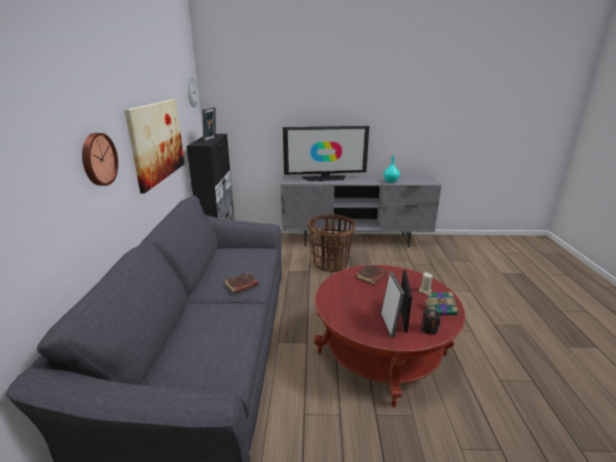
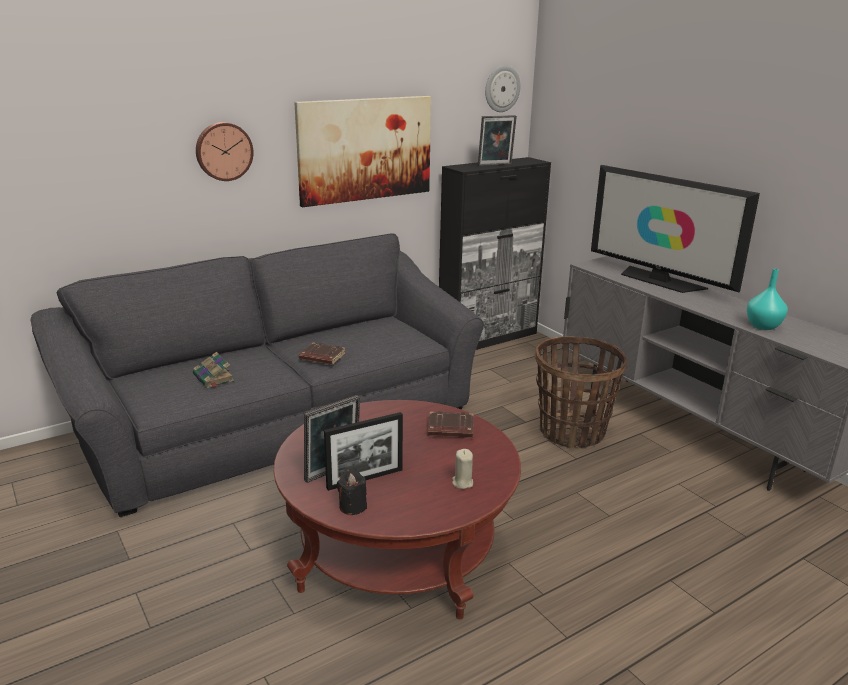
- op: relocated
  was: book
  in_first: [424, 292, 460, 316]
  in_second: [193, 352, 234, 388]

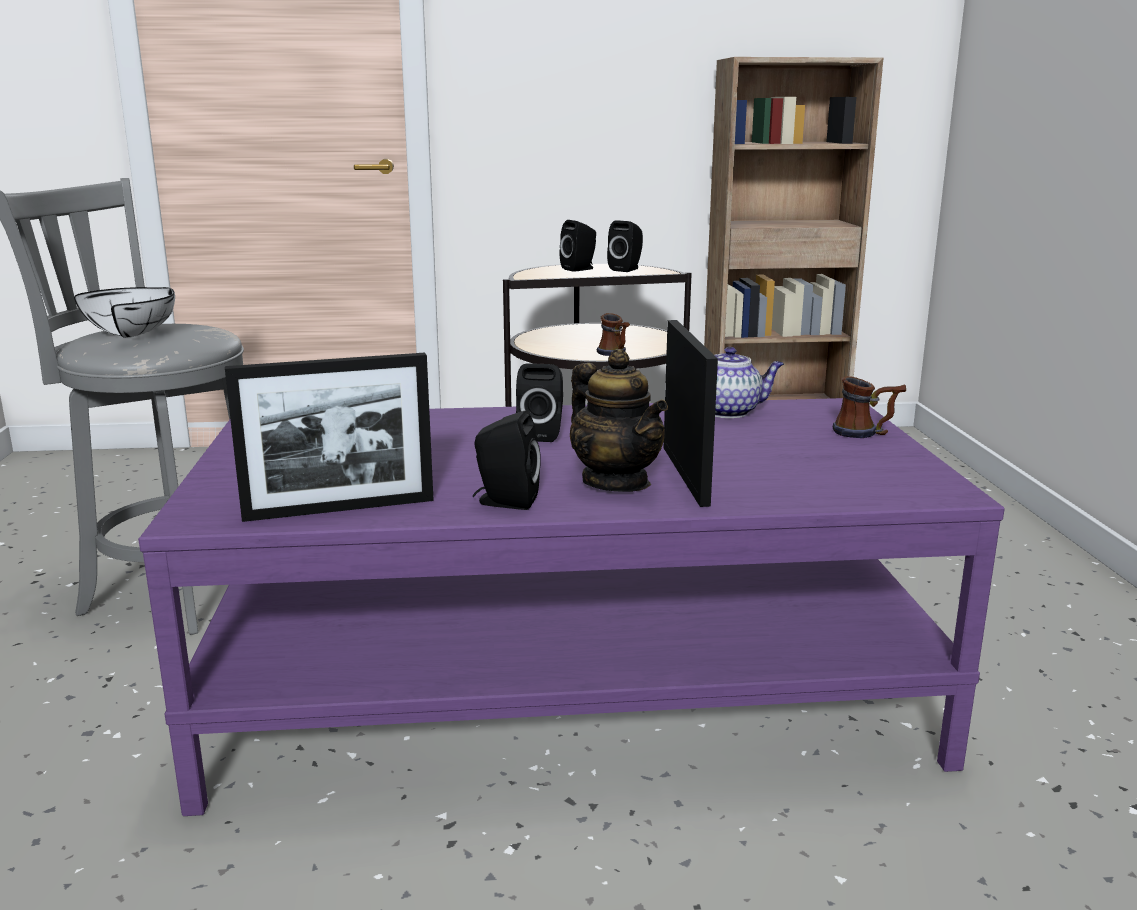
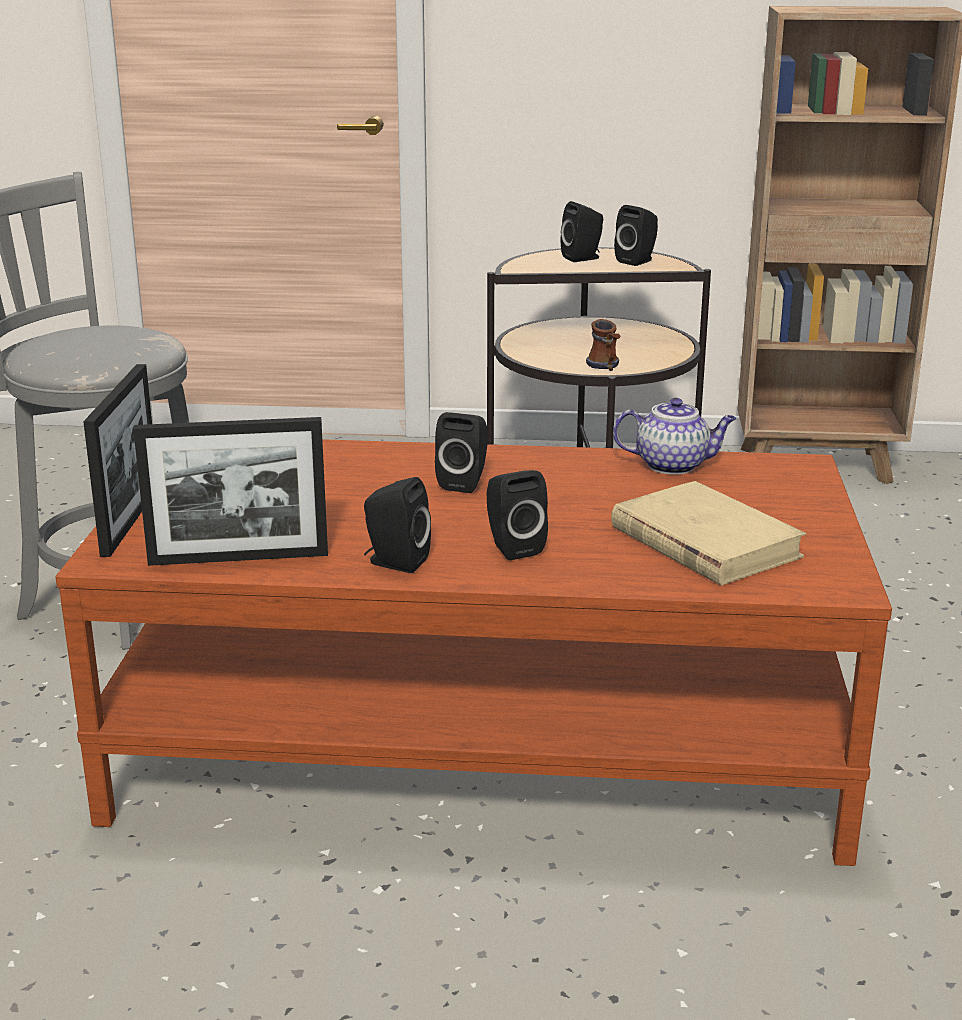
- op: missing
  was: white bowl
  in_first: [74, 287, 175, 338]
- op: missing
  was: mug
  in_first: [833, 376, 906, 438]
- op: appeared
  now: beige book
  in_second: [611, 481, 806, 586]
- op: relocated
  was: picture frame
  in_first: [664, 320, 718, 507]
  in_second: [83, 364, 152, 557]
- op: exchanged
  was: teapot
  now: black speaker
  in_first: [570, 349, 668, 492]
  in_second: [487, 470, 548, 560]
- op: colour
  was: purple coffee table
  now: brown coffee table
  in_first: [138, 398, 1005, 816]
  in_second: [55, 439, 892, 866]

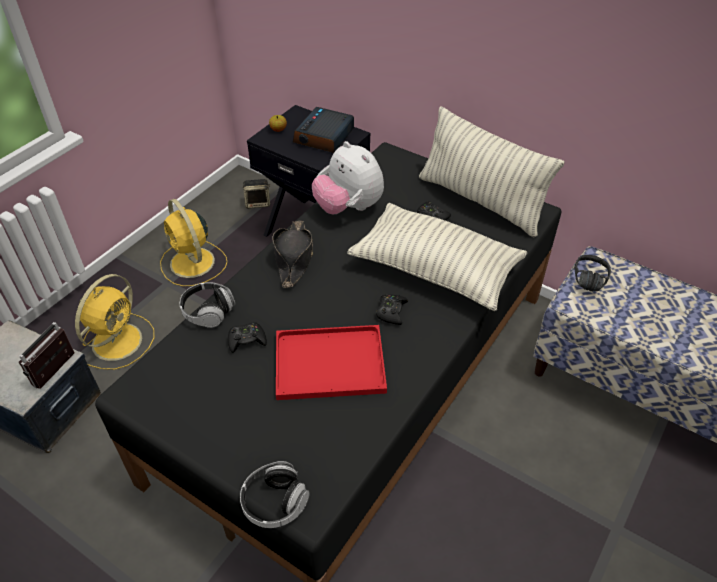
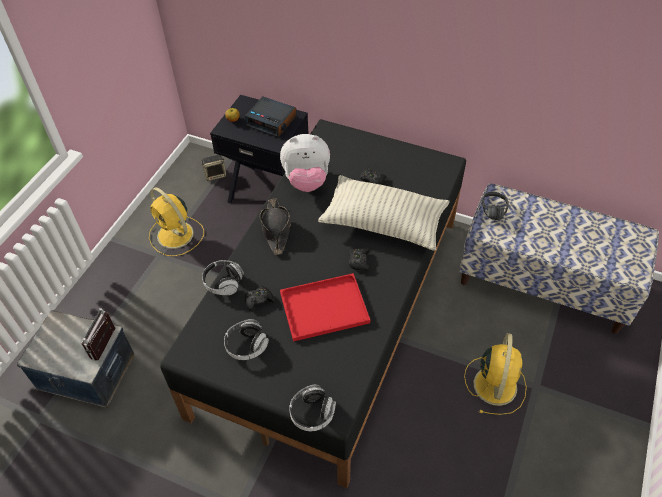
- op: missing
  was: pillow
  in_first: [419, 106, 565, 237]
- op: appeared
  now: headphones
  in_second: [224, 319, 269, 360]
- op: relocated
  was: yellow fan
  in_first: [75, 274, 154, 370]
  in_second: [464, 333, 527, 415]
- op: spun
  was: alarm clock
  in_first: [293, 107, 354, 153]
  in_second: [245, 97, 297, 138]
  clockwise: -75
- op: spun
  was: plush toy
  in_first: [312, 141, 384, 214]
  in_second: [280, 134, 330, 192]
  clockwise: -45

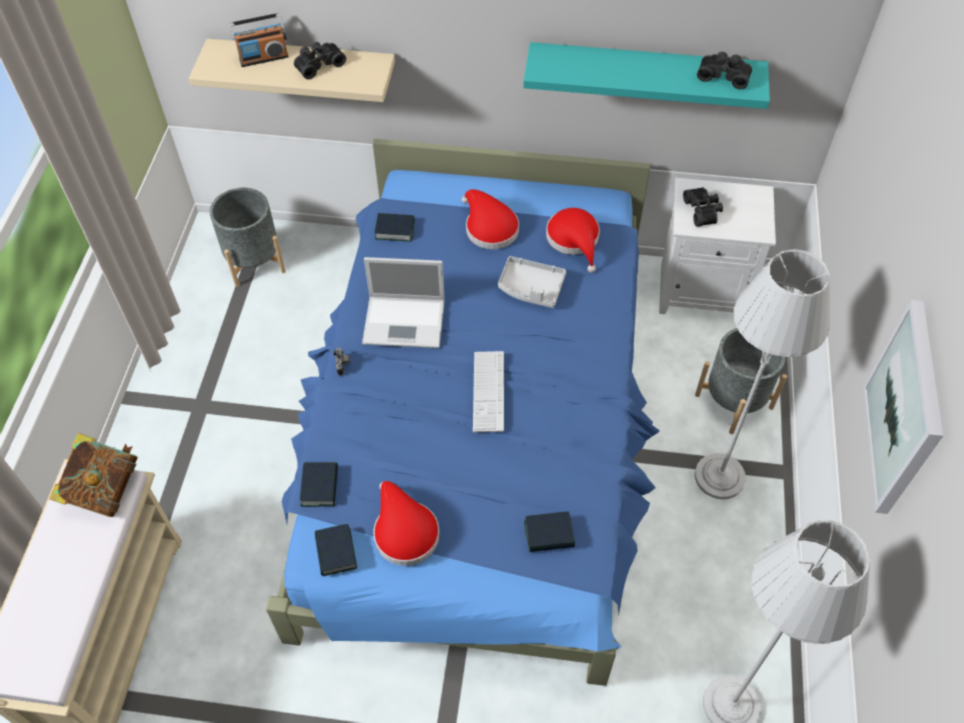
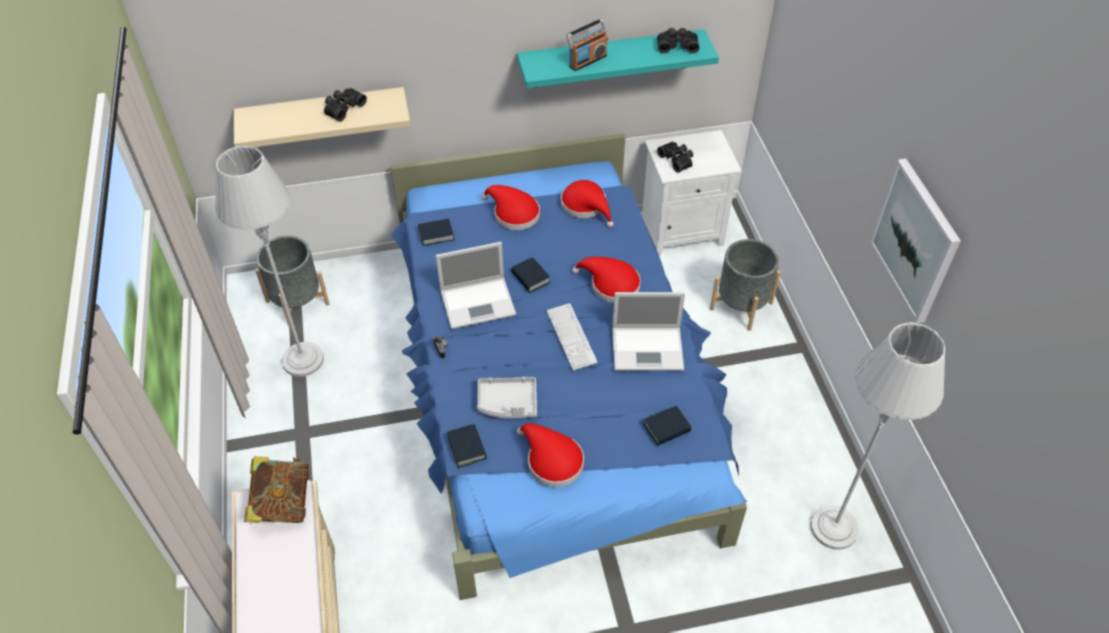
- op: appeared
  now: red hat
  in_second: [572, 257, 641, 303]
- op: appeared
  now: laptop
  in_second: [612, 292, 685, 371]
- op: relocated
  was: radio
  in_first: [229, 13, 288, 67]
  in_second: [566, 19, 608, 71]
- op: relocated
  was: book
  in_first: [315, 524, 357, 576]
  in_second: [511, 257, 550, 293]
- op: relocated
  was: grey tray
  in_first: [498, 256, 566, 308]
  in_second: [477, 377, 537, 418]
- op: relocated
  was: grey floor lamp
  in_first: [695, 249, 830, 499]
  in_second: [215, 146, 324, 377]

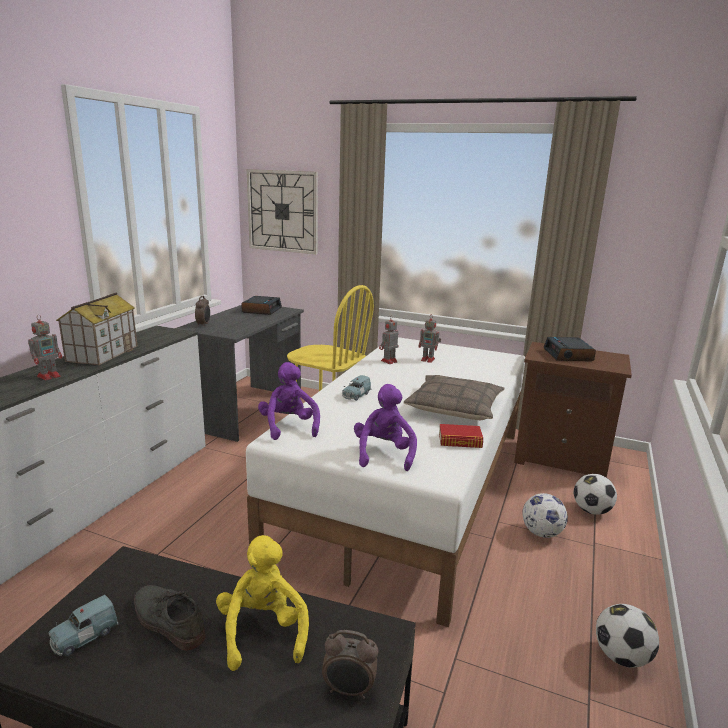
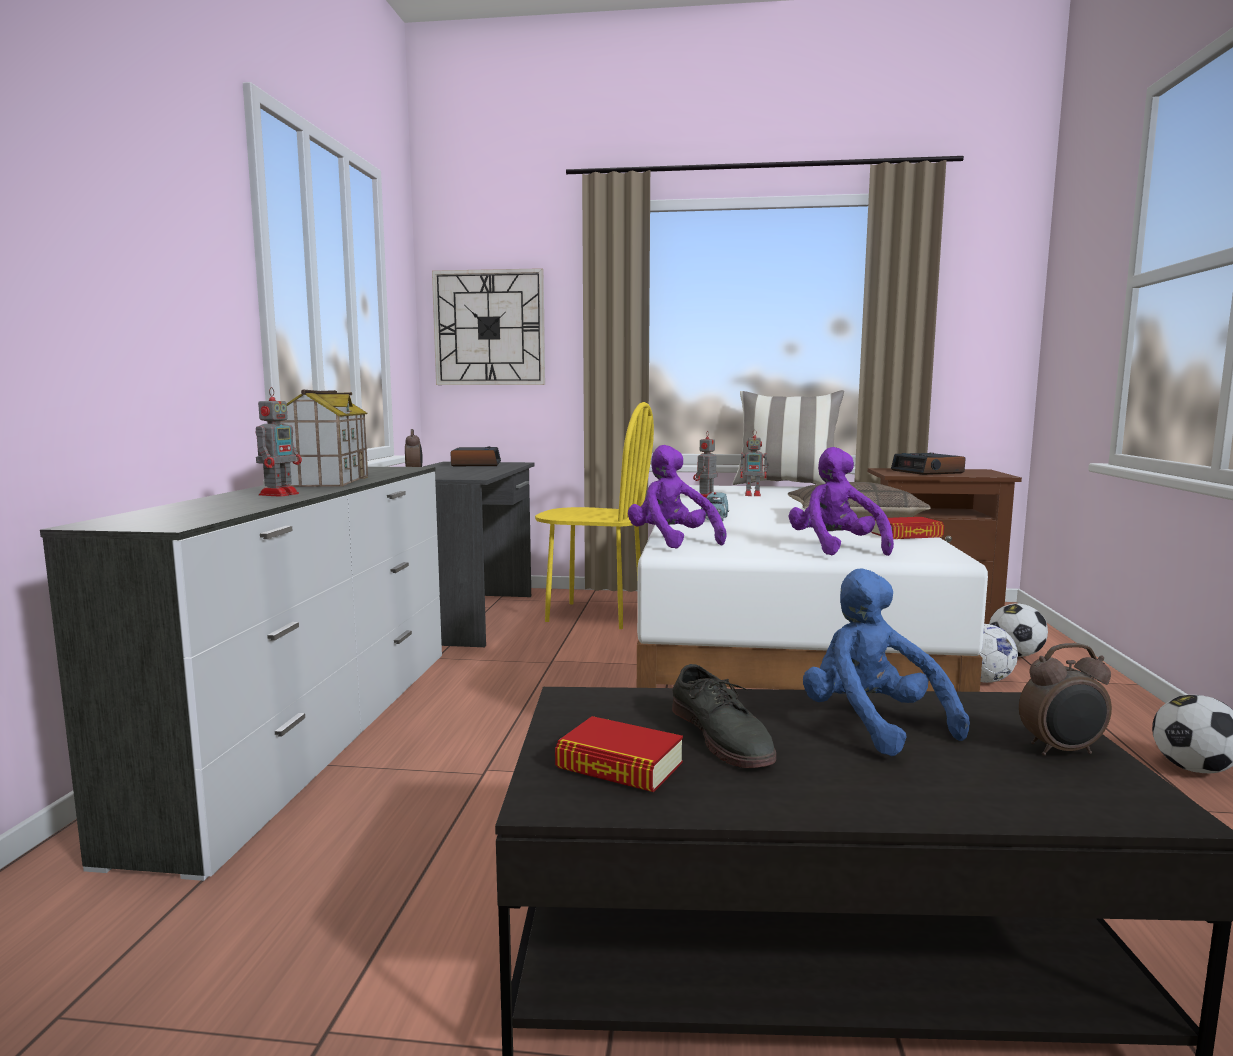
- op: appeared
  now: pillow
  in_second: [733, 390, 844, 485]
- op: exchanged
  was: blue toy car
  now: book
  in_first: [48, 595, 118, 656]
  in_second: [555, 716, 683, 792]
- op: colour
  was: yellow plush toy
  now: blue plush toy
  in_first: [216, 535, 309, 671]
  in_second: [803, 568, 970, 757]
- op: spun
  was: grey shoe
  in_first: [134, 585, 206, 650]
  in_second: [672, 664, 776, 768]
  clockwise: -135

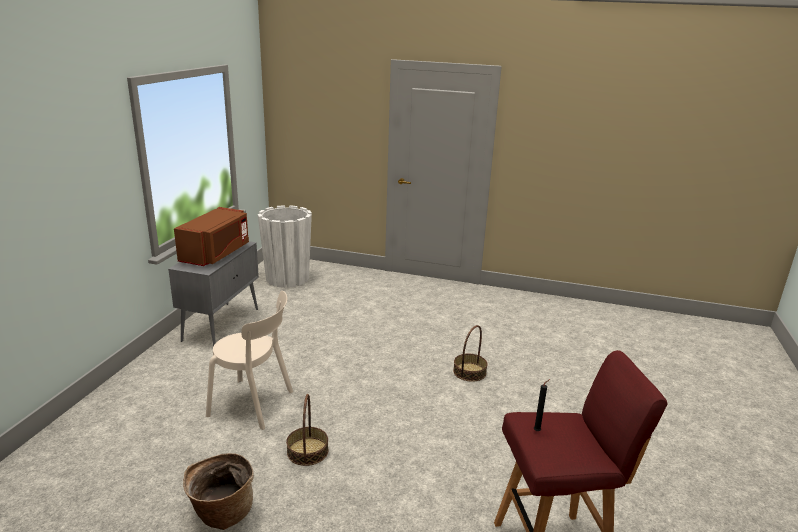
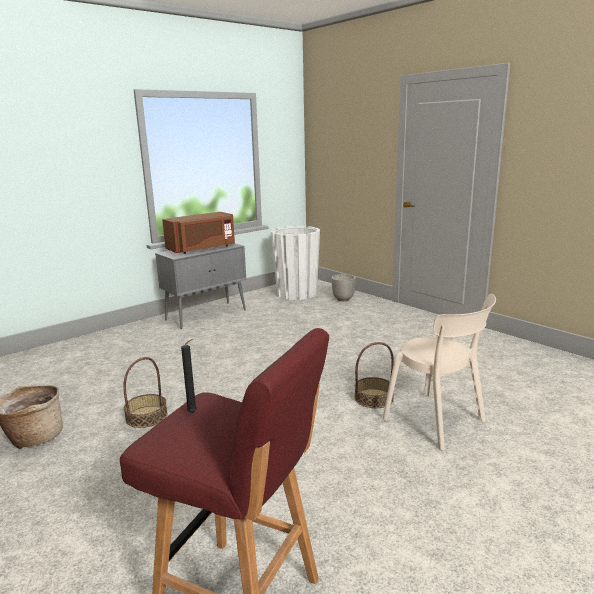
- op: appeared
  now: planter
  in_second: [331, 274, 356, 301]
- op: relocated
  was: beige chair
  in_first: [206, 291, 293, 430]
  in_second: [382, 294, 496, 451]

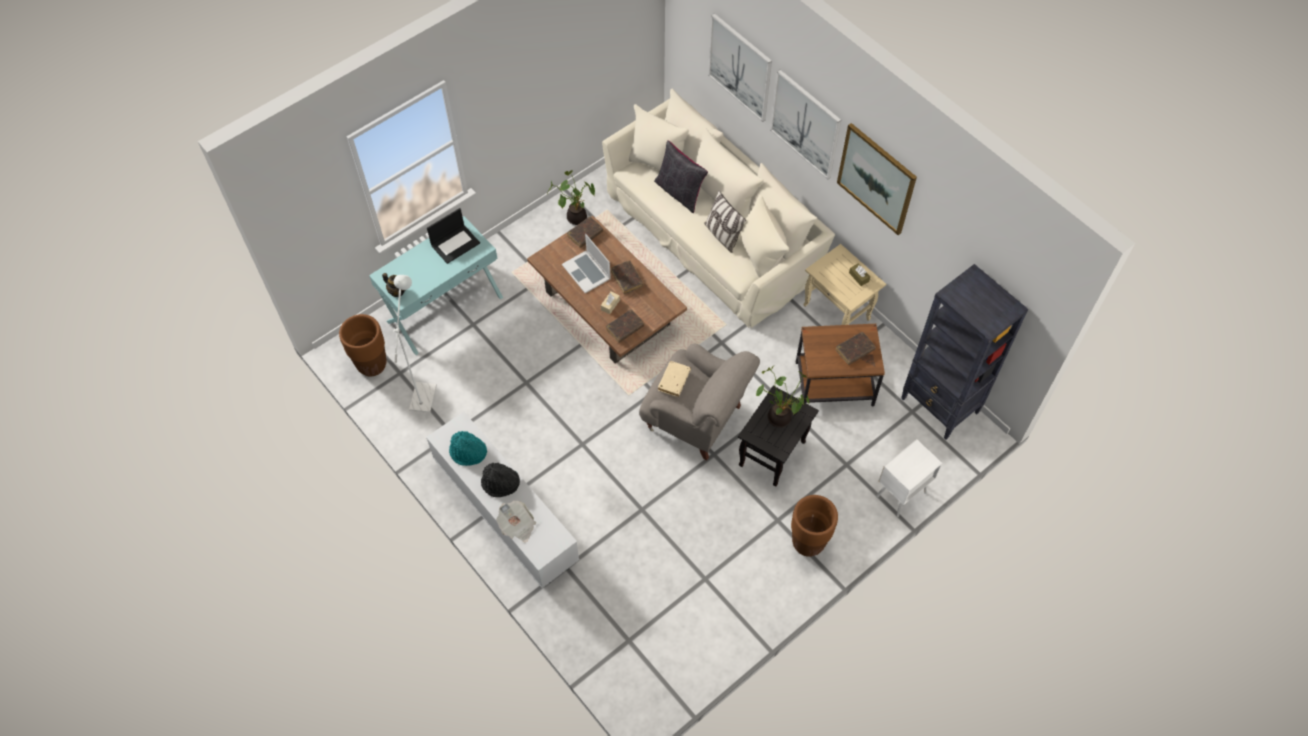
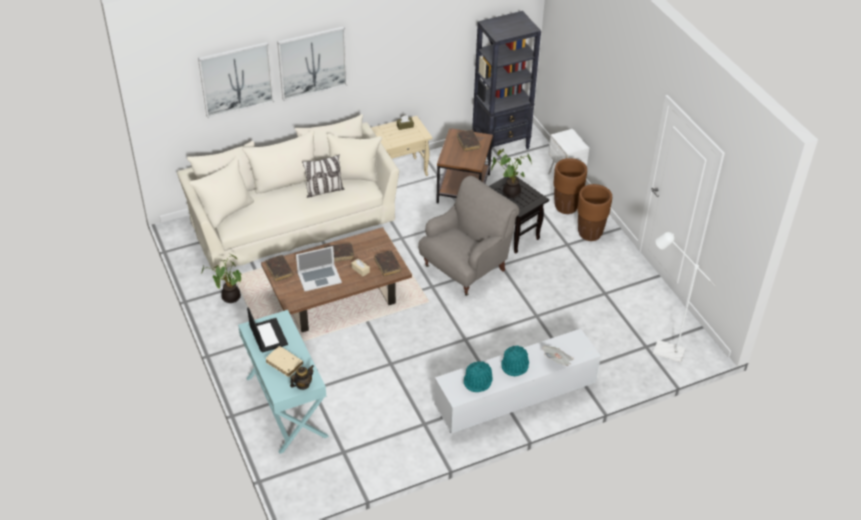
- op: missing
  was: black pillow
  in_first: [654, 140, 708, 213]
- op: missing
  was: picture
  in_first: [837, 123, 917, 235]
- op: relocated
  was: brown planter
  in_first: [339, 314, 387, 376]
  in_second: [554, 158, 587, 214]
- op: relocated
  was: white floor lamp
  in_first: [393, 275, 437, 413]
  in_second: [653, 232, 716, 362]
- op: relocated
  was: beige book
  in_first: [658, 361, 691, 397]
  in_second: [266, 346, 303, 377]
- op: colour
  was: black hat
  now: turquoise hat
  in_first: [481, 463, 520, 497]
  in_second: [501, 346, 529, 376]

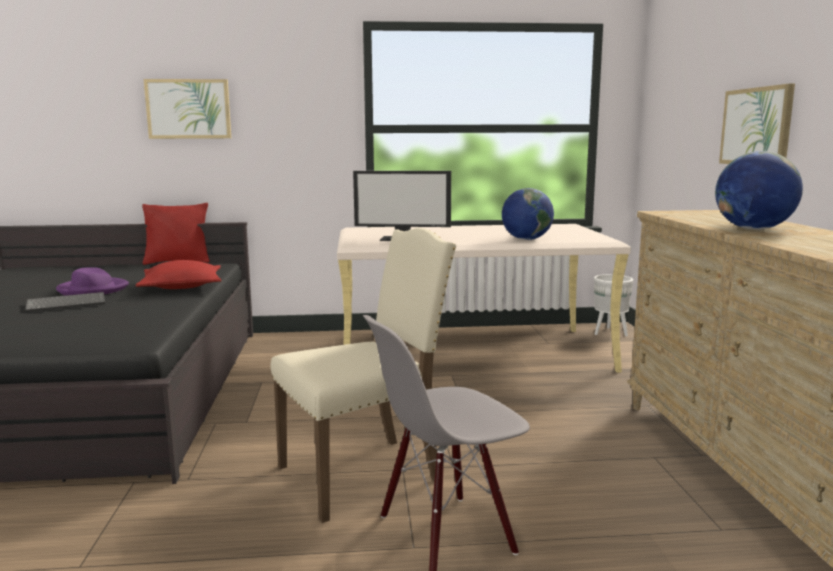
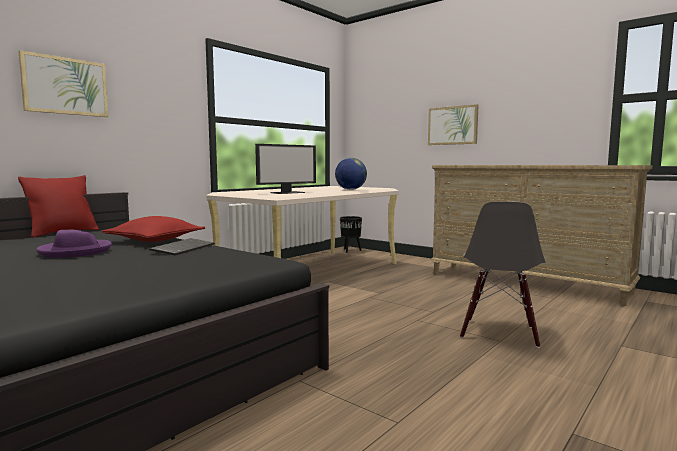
- op: missing
  was: beige chair
  in_first: [271, 228, 456, 523]
- op: missing
  was: globe
  in_first: [715, 151, 803, 230]
- op: relocated
  was: keyboard
  in_first: [25, 292, 105, 312]
  in_second: [149, 238, 215, 256]
- op: colour
  was: white planter
  now: black planter
  in_first: [594, 274, 633, 336]
  in_second: [340, 216, 362, 253]

